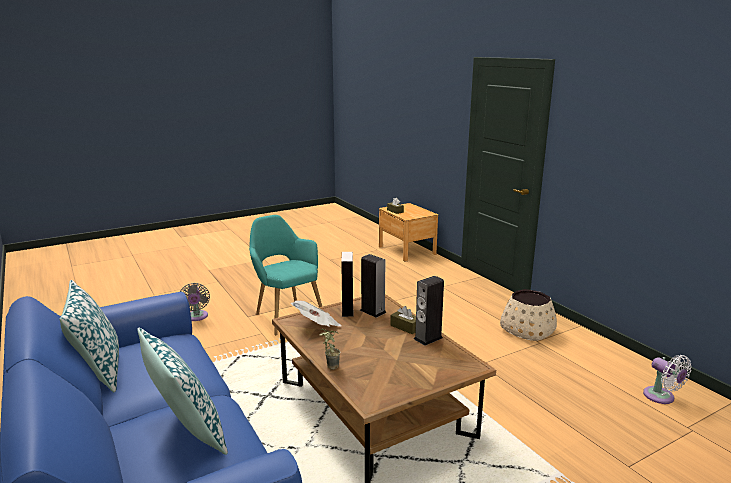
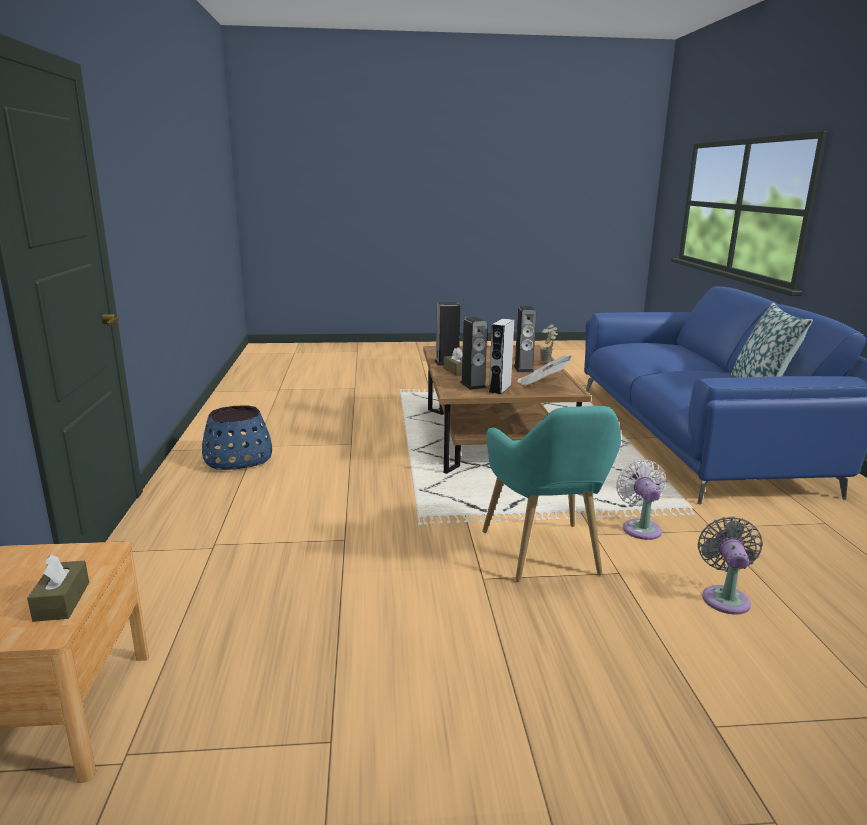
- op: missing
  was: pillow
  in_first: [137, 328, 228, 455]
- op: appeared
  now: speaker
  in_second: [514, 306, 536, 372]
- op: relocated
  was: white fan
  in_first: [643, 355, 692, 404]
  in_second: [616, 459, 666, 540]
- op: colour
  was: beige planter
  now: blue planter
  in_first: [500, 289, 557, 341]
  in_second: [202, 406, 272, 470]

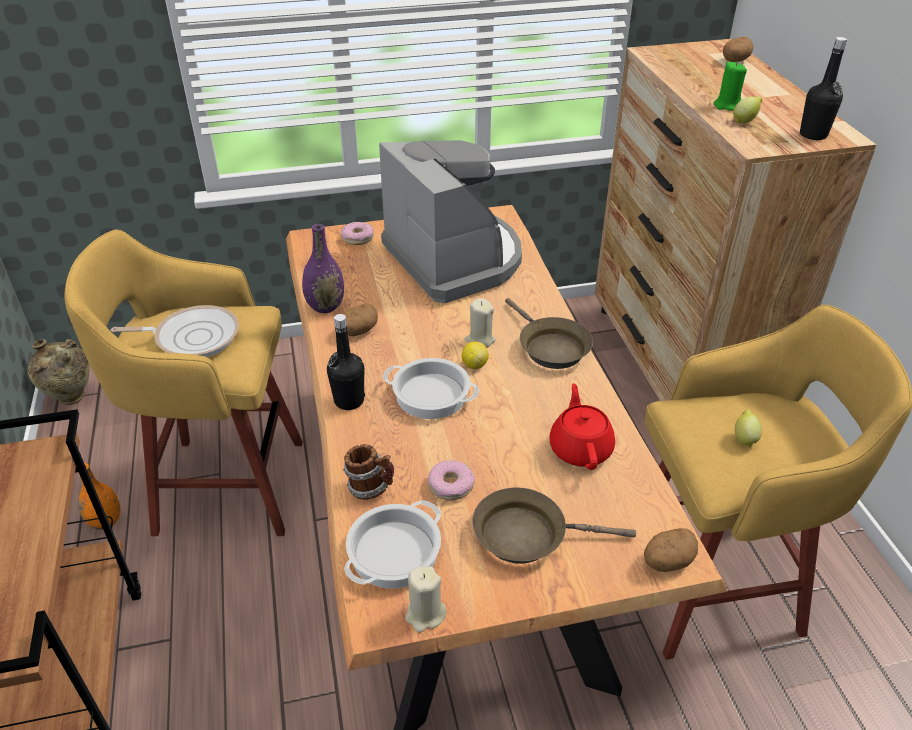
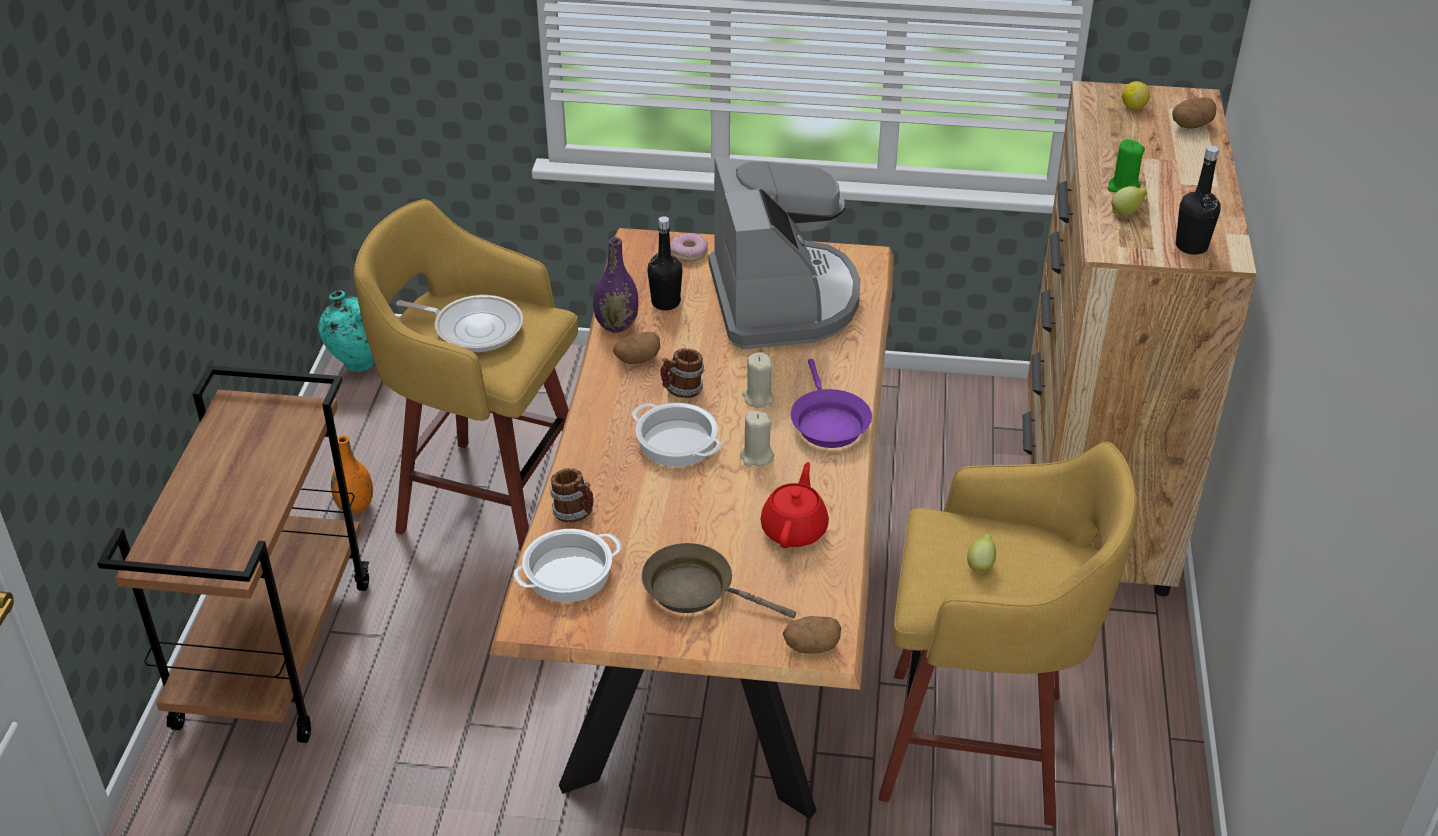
- op: missing
  was: donut
  in_first: [428, 460, 475, 500]
- op: appeared
  now: mug
  in_second: [660, 348, 704, 398]
- op: relocated
  was: black bottle
  in_first: [327, 314, 365, 410]
  in_second: [647, 216, 683, 310]
- op: relocated
  was: beige candle
  in_first: [405, 566, 447, 633]
  in_second: [740, 411, 774, 466]
- op: relocated
  was: lemon
  in_first: [462, 341, 489, 369]
  in_second: [1122, 81, 1150, 109]
- op: colour
  was: beige vase
  now: turquoise vase
  in_first: [27, 339, 90, 405]
  in_second: [318, 291, 374, 372]
- op: colour
  was: brown frying pan
  now: purple frying pan
  in_first: [505, 298, 593, 369]
  in_second: [790, 359, 872, 448]

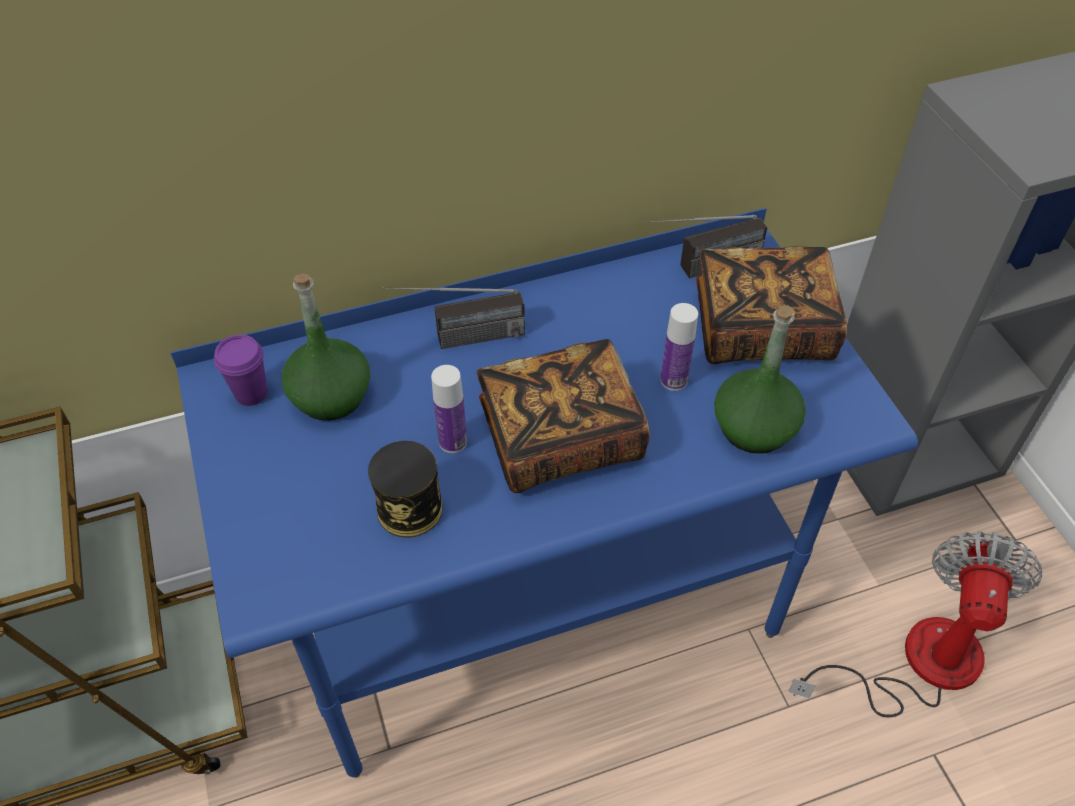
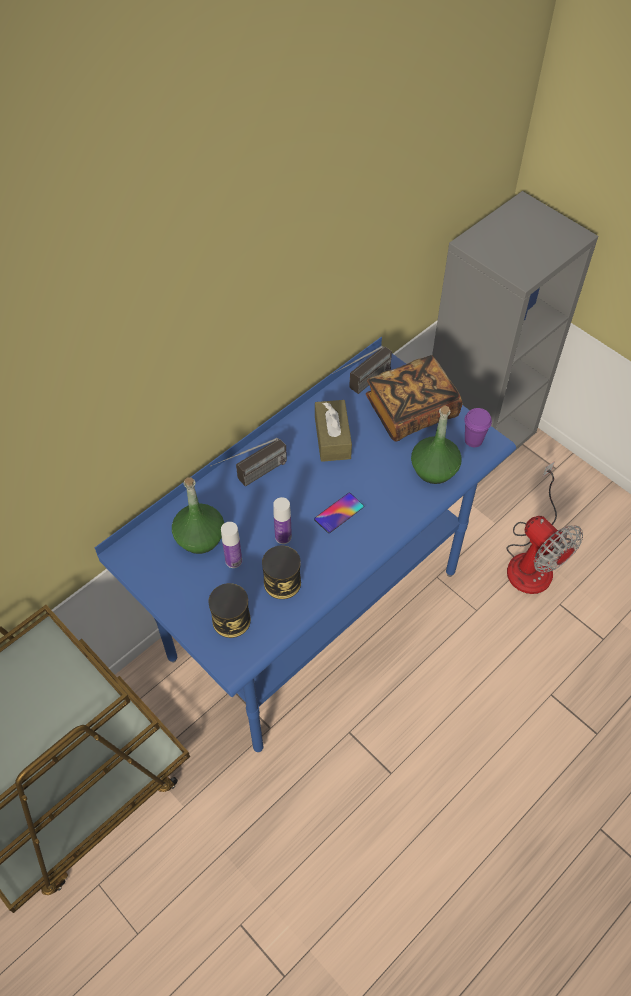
- op: appeared
  now: can
  in_second: [208, 583, 251, 638]
- op: appeared
  now: brown tissue box
  in_second: [315, 400, 352, 462]
- op: relocated
  was: purple cup
  in_first: [214, 335, 267, 406]
  in_second: [464, 408, 492, 447]
- op: relocated
  was: bottle
  in_first: [660, 303, 698, 391]
  in_second: [221, 522, 242, 568]
- op: exchanged
  was: book
  now: phone
  in_first: [477, 339, 650, 493]
  in_second: [314, 493, 364, 533]
- op: spun
  was: fan
  in_first: [788, 531, 1042, 717]
  in_second: [506, 461, 583, 594]
  clockwise: 150

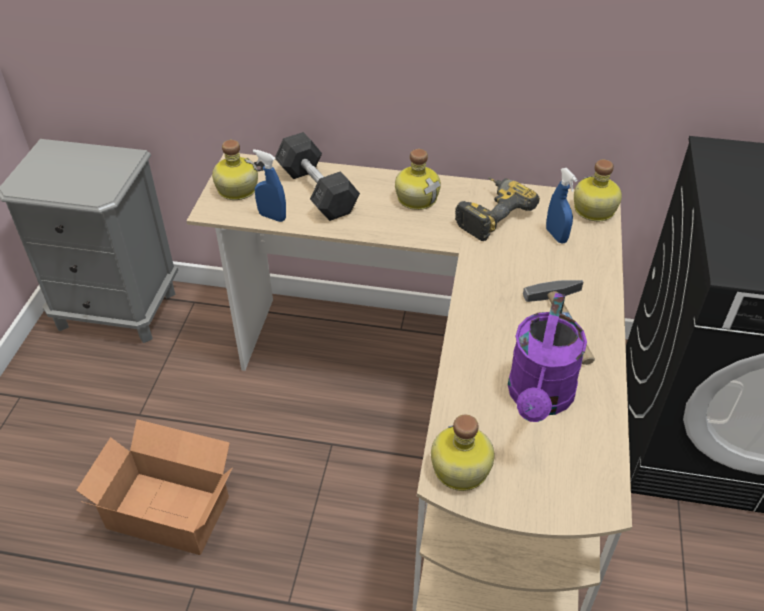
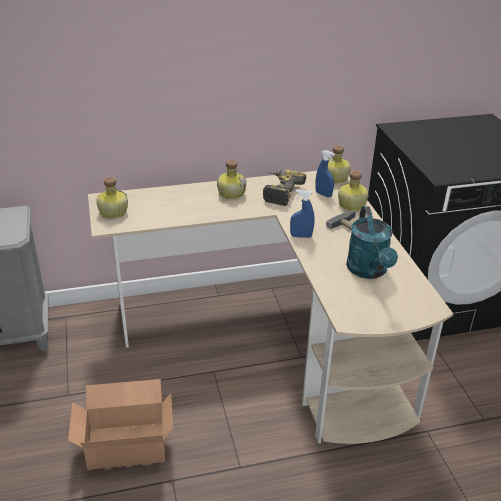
- op: missing
  was: grey dumbbell
  in_first: [275, 132, 360, 221]
- op: relocated
  was: blue spray bottle
  in_first: [253, 149, 286, 222]
  in_second: [290, 189, 314, 238]
- op: relocated
  was: bottle
  in_first: [431, 415, 495, 491]
  in_second: [338, 171, 369, 211]
- op: colour
  was: purple watering can
  now: turquoise watering can
  in_first: [508, 293, 587, 422]
  in_second: [346, 206, 398, 279]

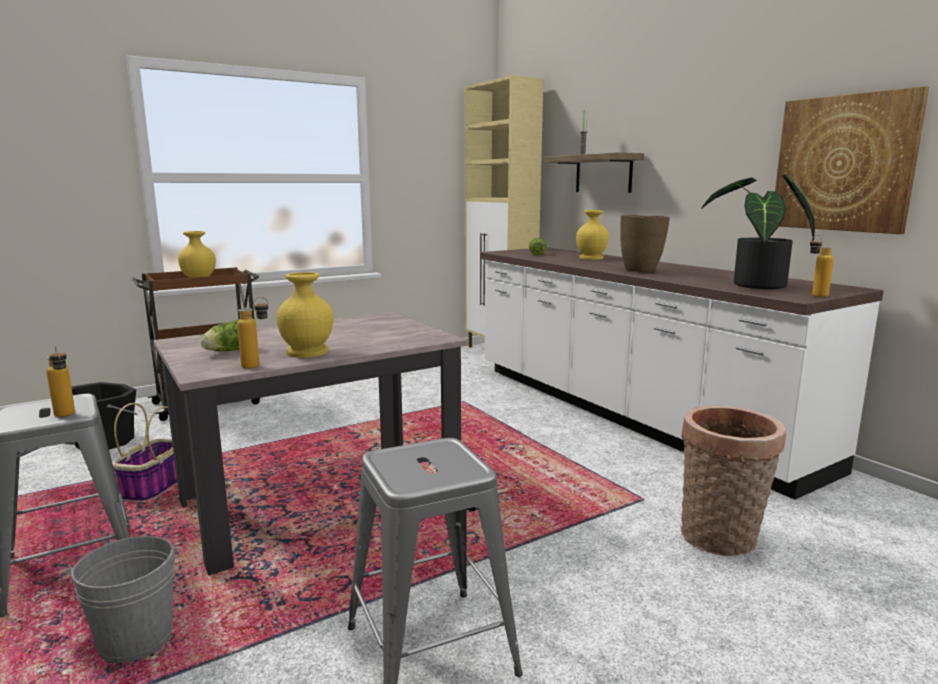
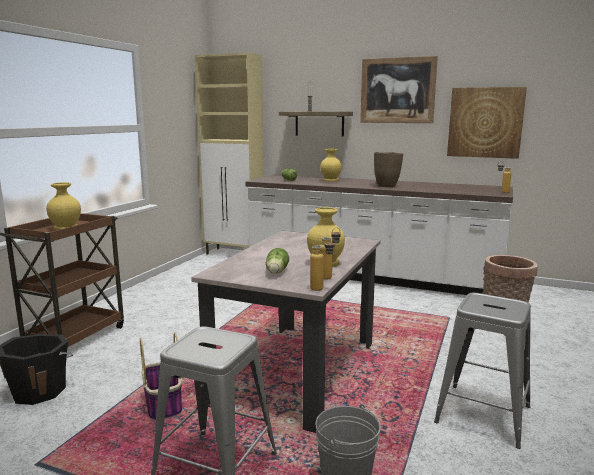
- op: missing
  was: potted plant
  in_first: [701, 174, 815, 289]
- op: appeared
  now: picture
  in_second: [360, 56, 438, 123]
- op: relocated
  was: bottle
  in_first: [46, 346, 75, 417]
  in_second: [310, 238, 335, 291]

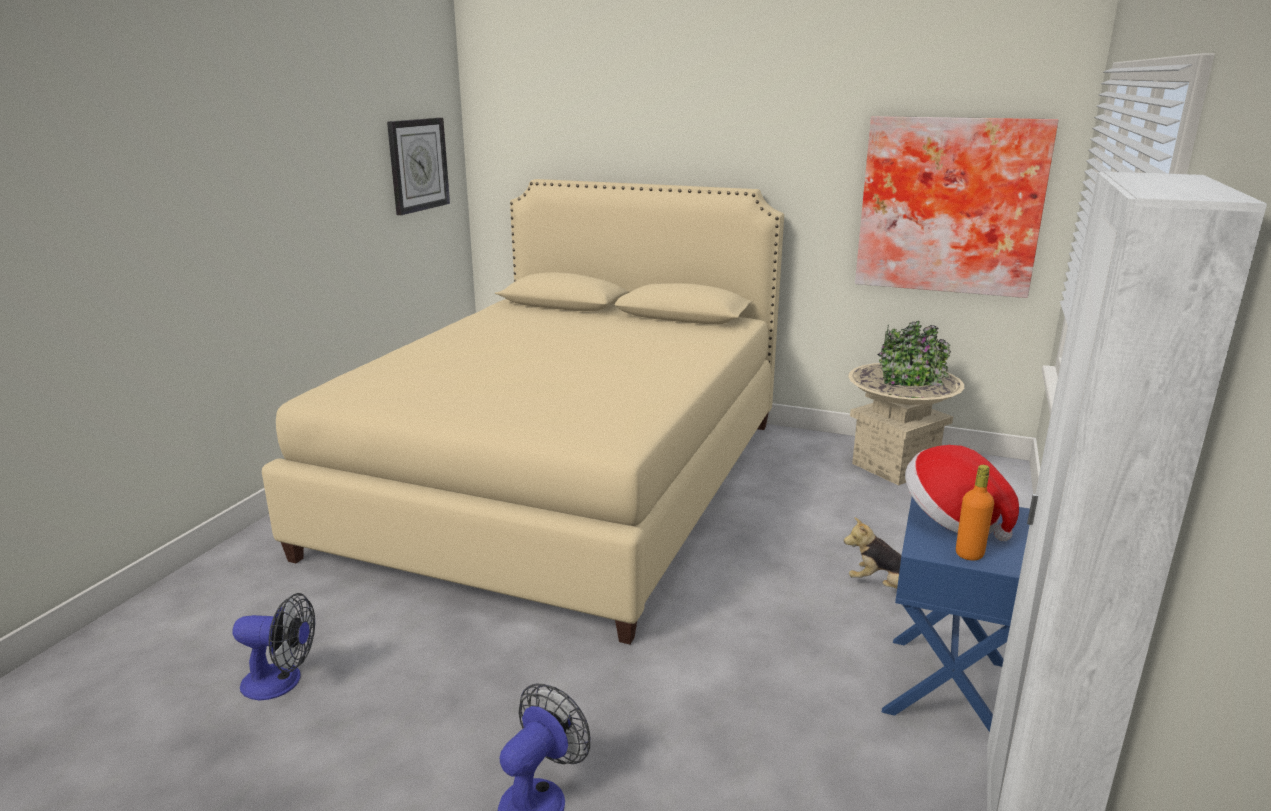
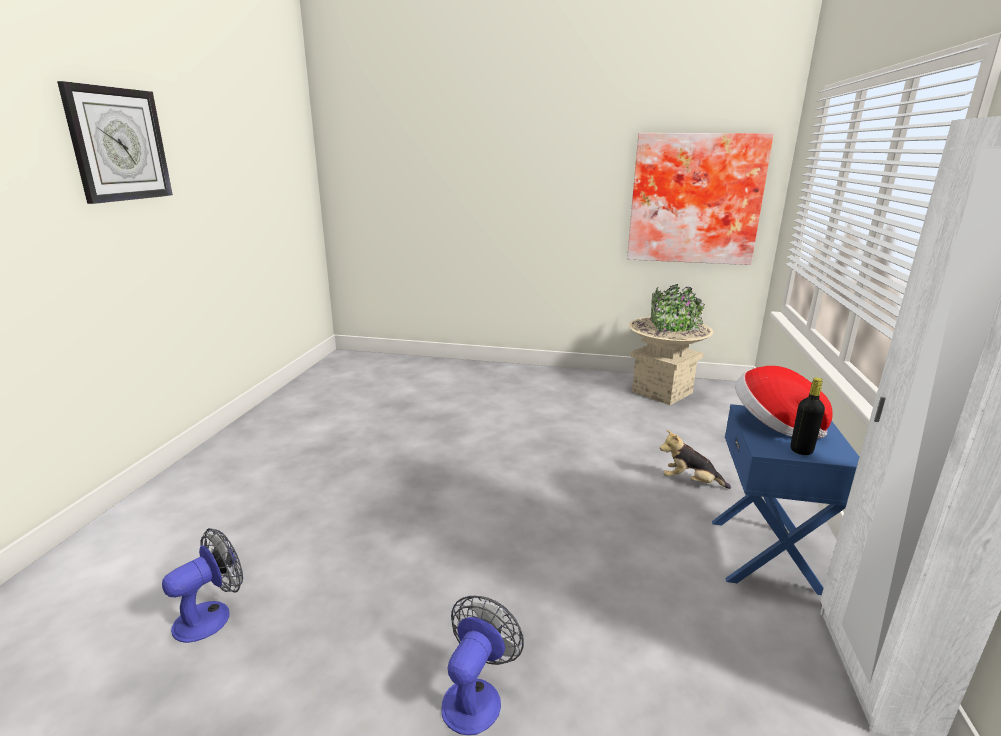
- op: missing
  was: beige bed
  in_first: [262, 179, 784, 645]
- op: relocated
  was: wall clock
  in_first: [387, 118, 450, 215]
  in_second: [57, 81, 173, 204]
- op: colour
  was: orange bottle
  now: black bottle
  in_first: [956, 465, 994, 560]
  in_second: [790, 378, 825, 455]
- op: spun
  was: fan
  in_first: [232, 593, 315, 701]
  in_second: [162, 528, 243, 643]
  clockwise: -45

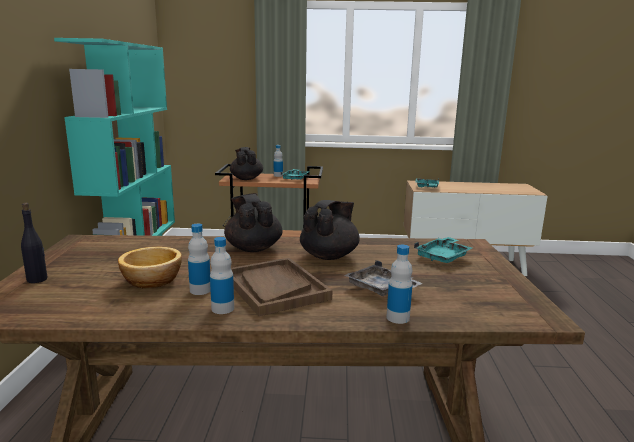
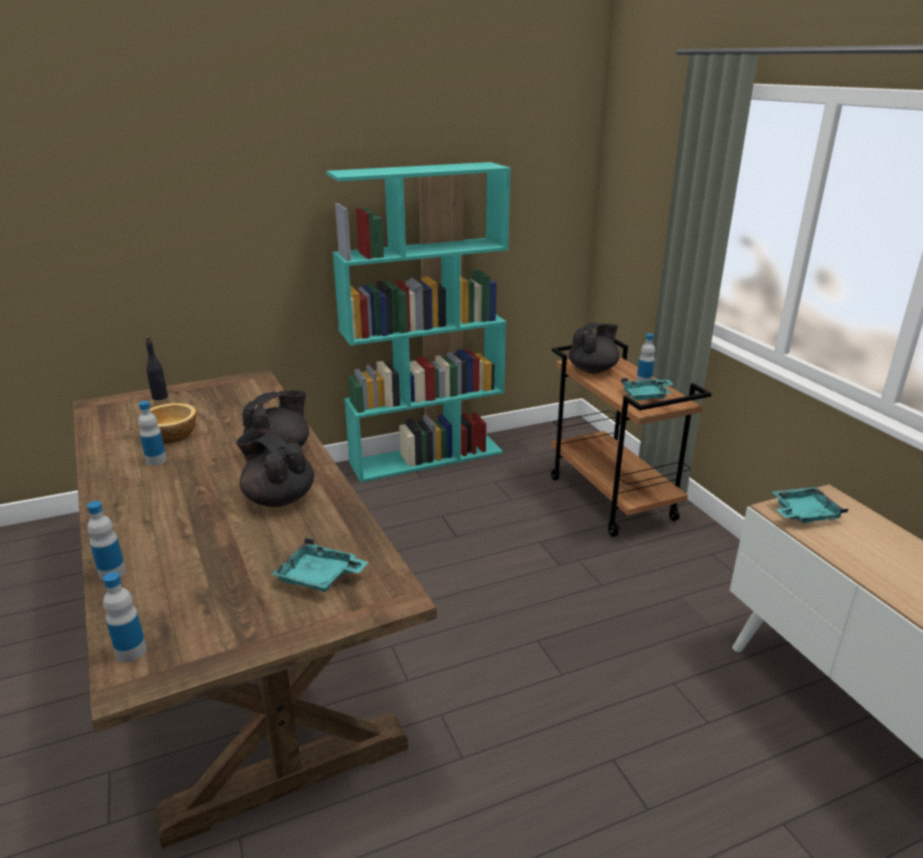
- op: missing
  was: brown tray
  in_first: [231, 258, 333, 316]
- op: missing
  was: grey tray
  in_first: [344, 260, 422, 296]
- op: relocated
  was: bottle
  in_first: [210, 237, 234, 314]
  in_second: [103, 572, 147, 662]
- op: spun
  was: black teapot
  in_first: [300, 200, 360, 260]
  in_second: [236, 428, 314, 507]
  clockwise: -150

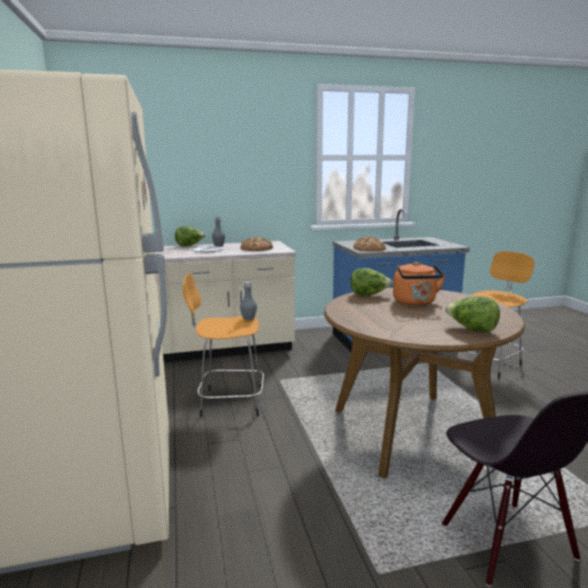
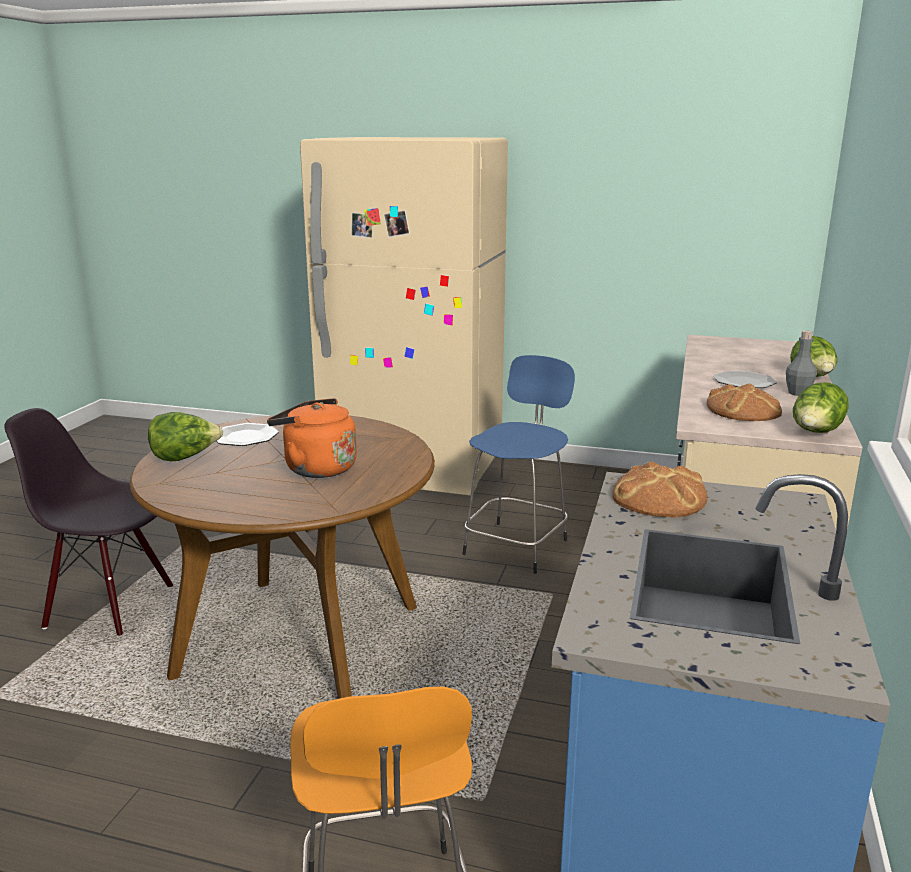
- op: missing
  was: grey bottle
  in_first: [240, 282, 257, 320]
- op: appeared
  now: plate
  in_second: [216, 423, 279, 446]
- op: relocated
  was: lettuce
  in_first: [350, 268, 393, 296]
  in_second: [793, 382, 849, 433]
- op: colour
  was: orange stool
  now: blue stool
  in_first: [182, 274, 264, 417]
  in_second: [462, 355, 575, 574]

